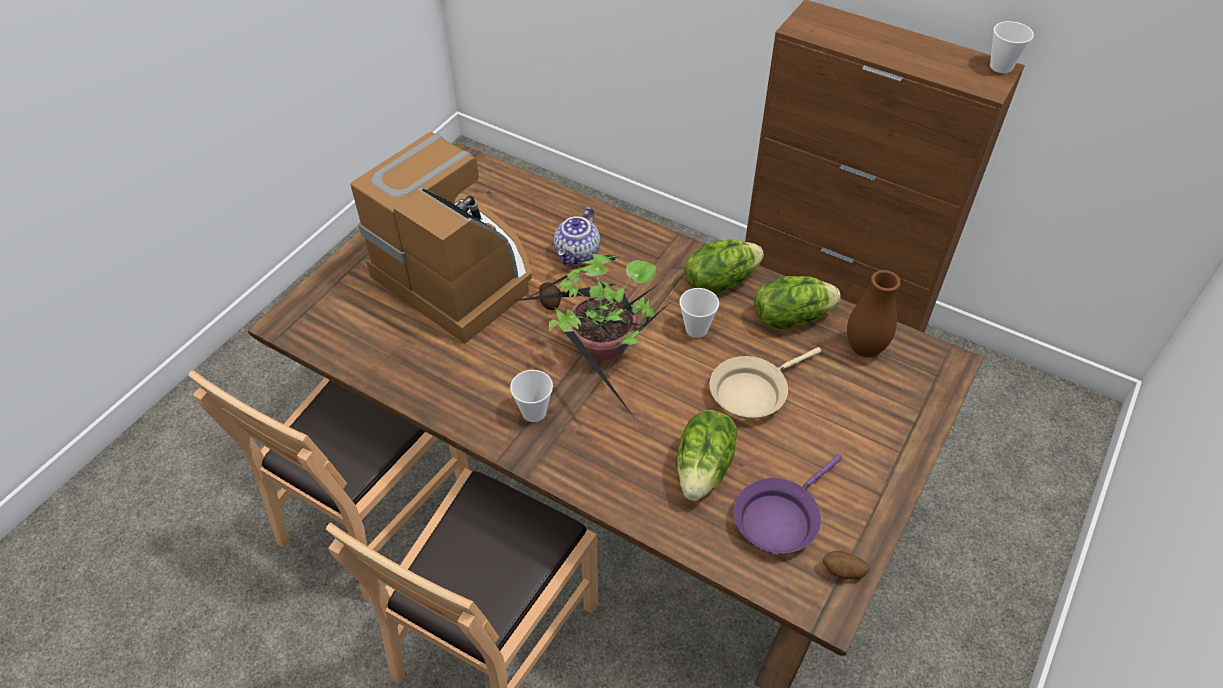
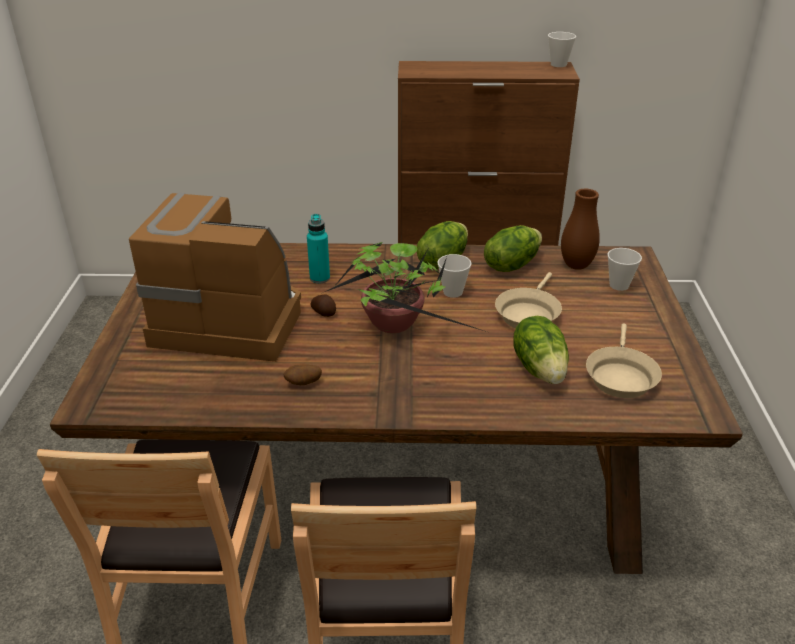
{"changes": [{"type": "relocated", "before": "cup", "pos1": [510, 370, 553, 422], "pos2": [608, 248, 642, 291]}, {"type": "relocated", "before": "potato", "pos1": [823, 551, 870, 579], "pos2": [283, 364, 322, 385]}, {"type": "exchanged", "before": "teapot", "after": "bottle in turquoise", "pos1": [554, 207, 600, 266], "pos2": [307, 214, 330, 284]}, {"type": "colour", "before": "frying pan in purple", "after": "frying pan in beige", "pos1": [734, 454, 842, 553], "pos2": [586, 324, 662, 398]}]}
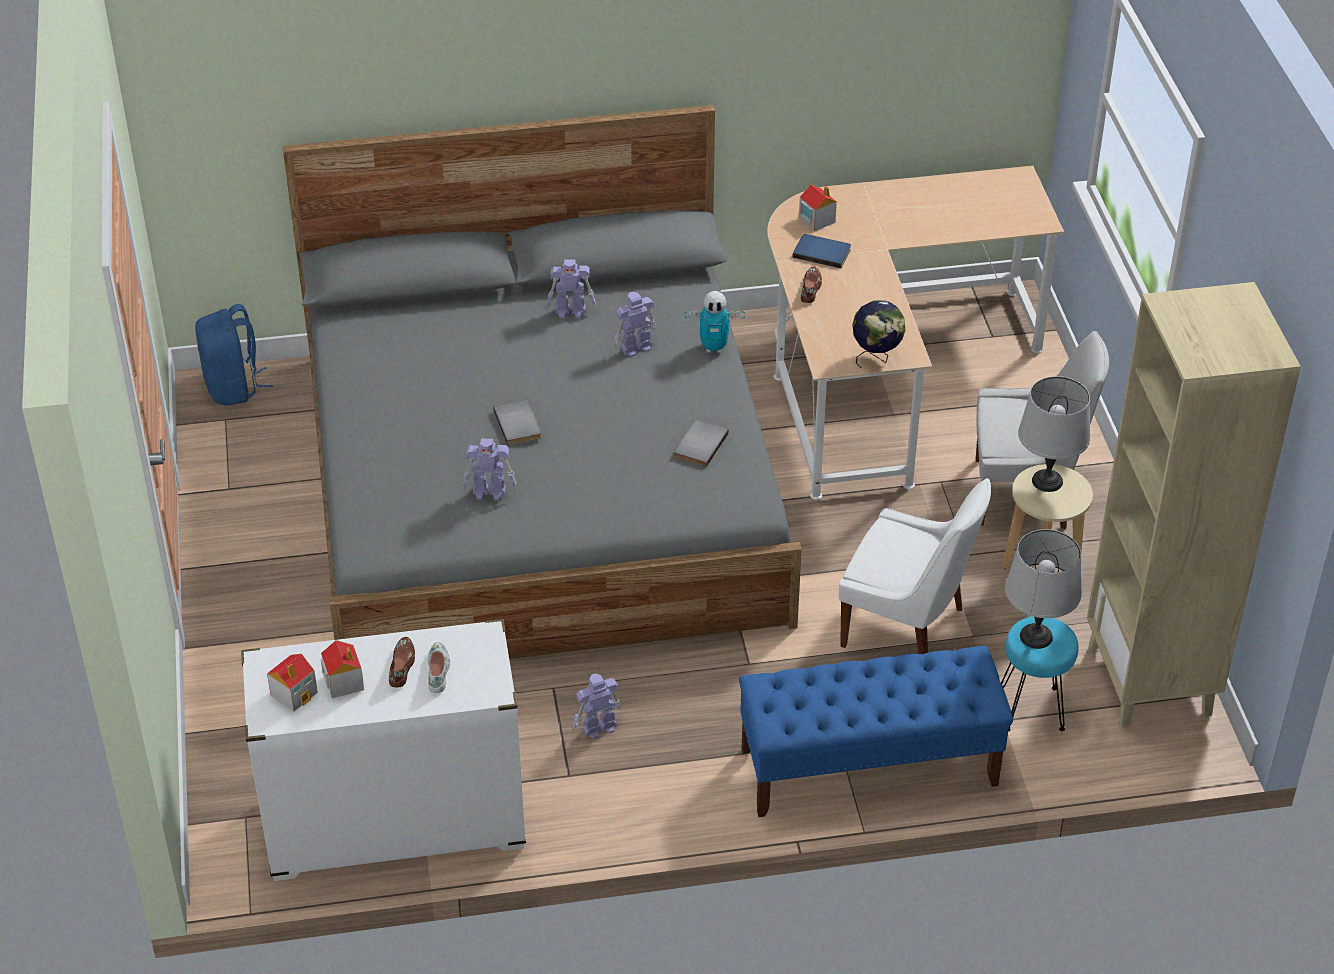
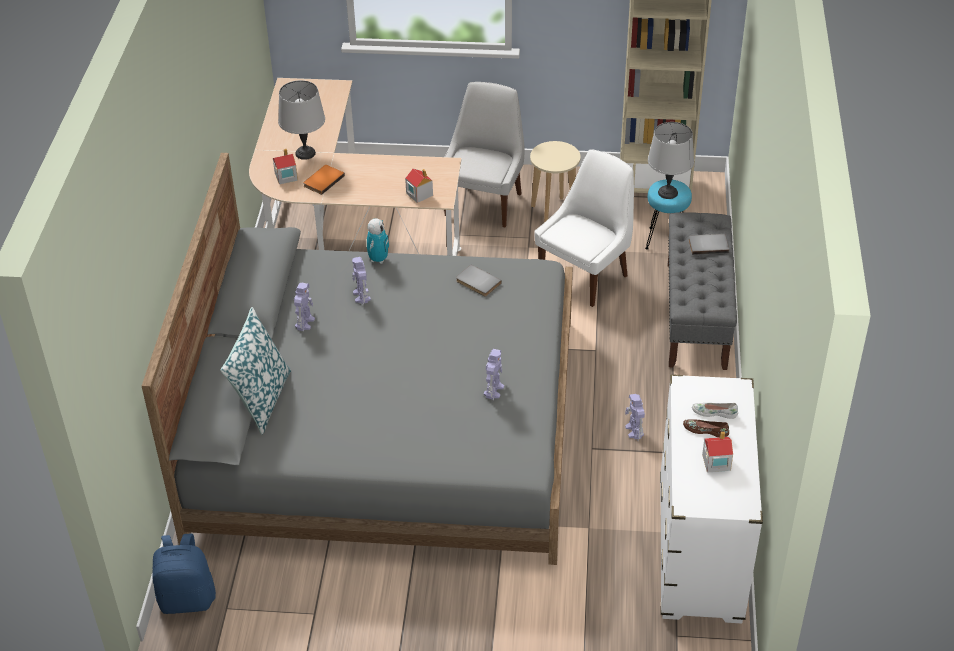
{"changes": [{"type": "missing", "before": "shoe in brown", "pos1": [801, 266, 822, 303]}, {"type": "missing", "before": "globe", "pos1": [853, 300, 905, 368]}, {"type": "appeared", "after": "pillow", "pos2": [220, 307, 291, 435]}, {"type": "relocated", "before": "toy house", "pos1": [267, 654, 318, 712], "pos2": [405, 168, 433, 203]}, {"type": "relocated", "before": "book in grey", "pos1": [493, 399, 542, 446], "pos2": [689, 234, 729, 255]}, {"type": "relocated", "before": "table lamp in grey", "pos1": [1018, 376, 1090, 492], "pos2": [278, 80, 325, 160]}, {"type": "colour", "before": "bench in blue", "after": "bench in grey", "pos1": [739, 646, 1013, 817], "pos2": [668, 212, 737, 370]}, {"type": "colour", "before": "book in blue", "after": "book in orange", "pos1": [793, 234, 851, 268], "pos2": [303, 165, 345, 195]}]}
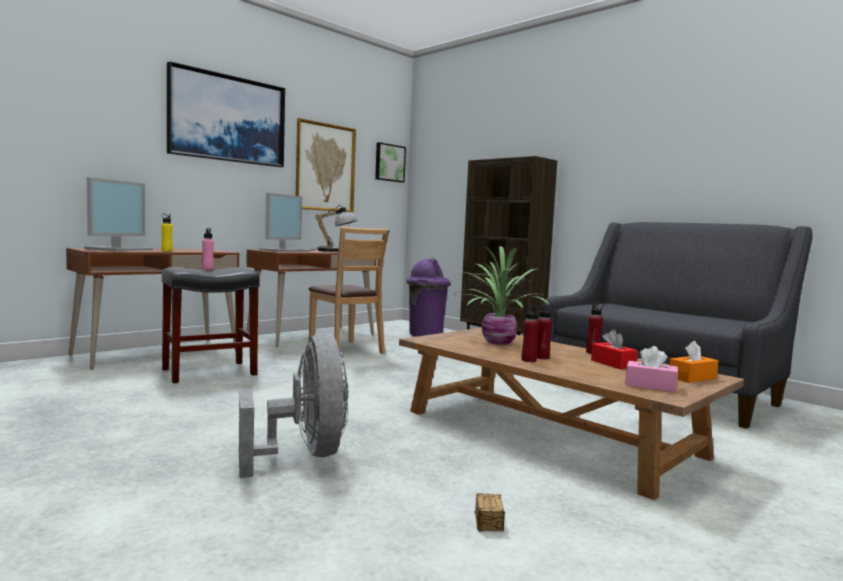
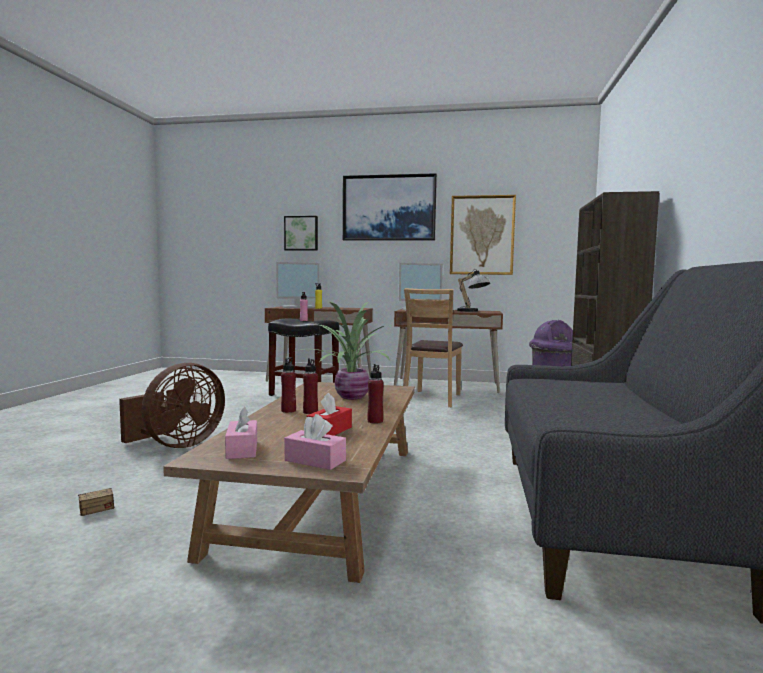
{"changes": [{"type": "relocated", "before": "picture", "pos1": [375, 142, 406, 183], "pos2": [284, 216, 318, 250]}, {"type": "colour", "before": "fan in grey", "after": "fan in brown", "pos1": [239, 334, 349, 478], "pos2": [119, 363, 225, 448]}, {"type": "colour", "before": "tissue box in orange", "after": "tissue box in pink", "pos1": [669, 341, 718, 383], "pos2": [284, 414, 346, 470]}]}
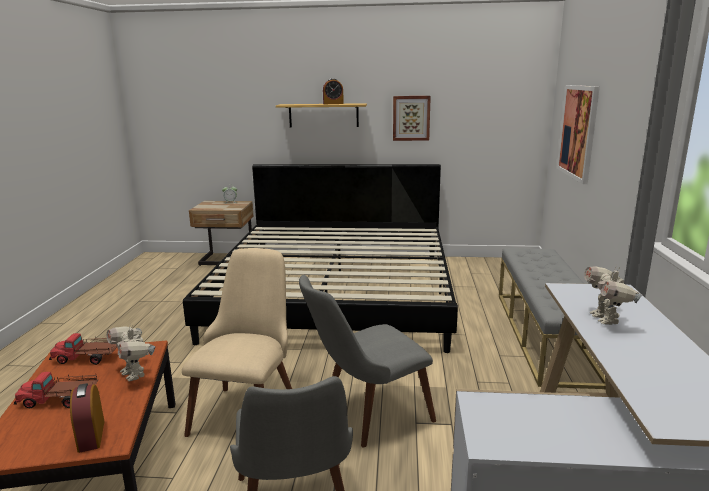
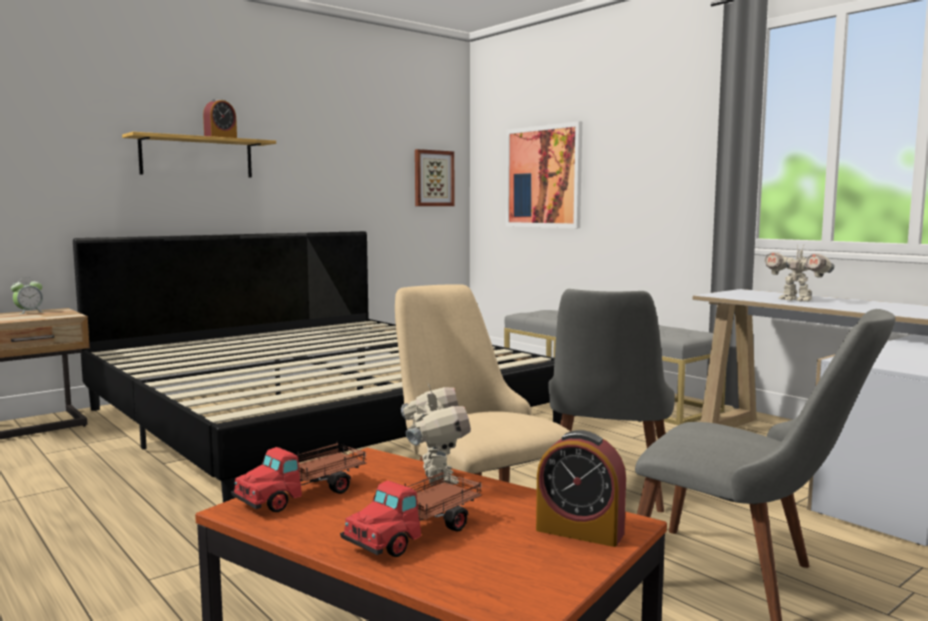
{"changes": [{"type": "relocated", "before": "picture", "pos1": [393, 96, 431, 141], "pos2": [415, 149, 454, 206]}, {"type": "spun", "before": "toy robot", "pos1": [107, 325, 156, 381], "pos2": [401, 382, 471, 486], "turn": -105}]}
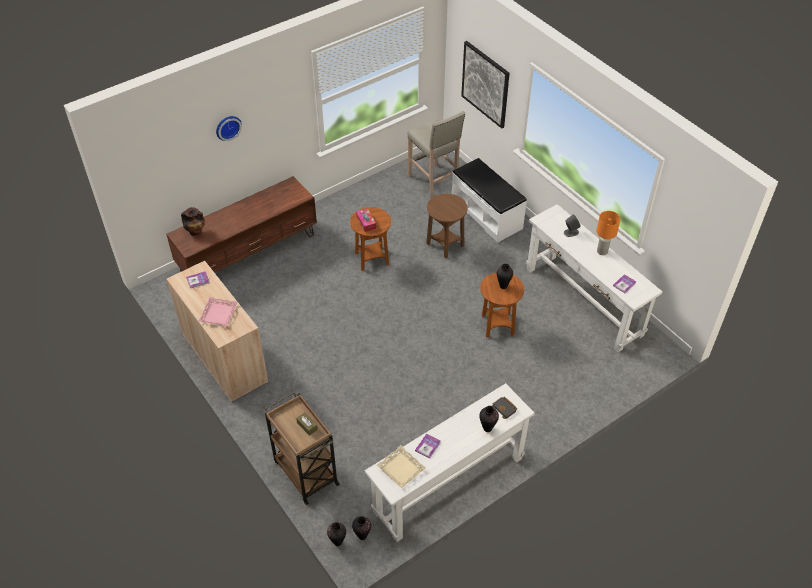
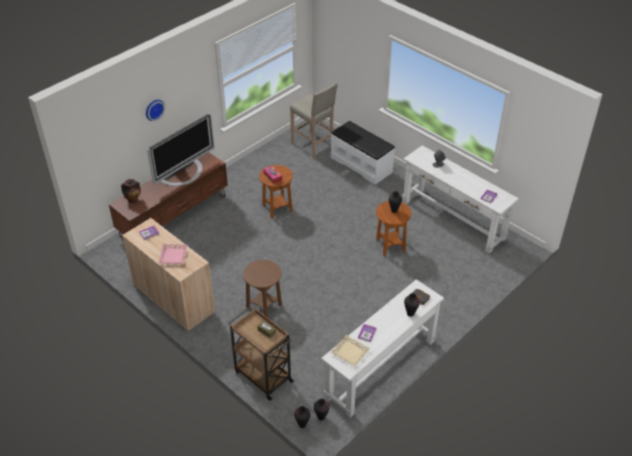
{"changes": [{"type": "missing", "before": "picture", "pos1": [461, 41, 510, 129]}, {"type": "missing", "before": "table lamp in orange", "pos1": [597, 211, 620, 255]}, {"type": "appeared", "after": "television", "pos2": [147, 113, 215, 186]}, {"type": "relocated", "before": "side table in brown", "pos1": [426, 194, 467, 258], "pos2": [243, 260, 282, 318]}]}
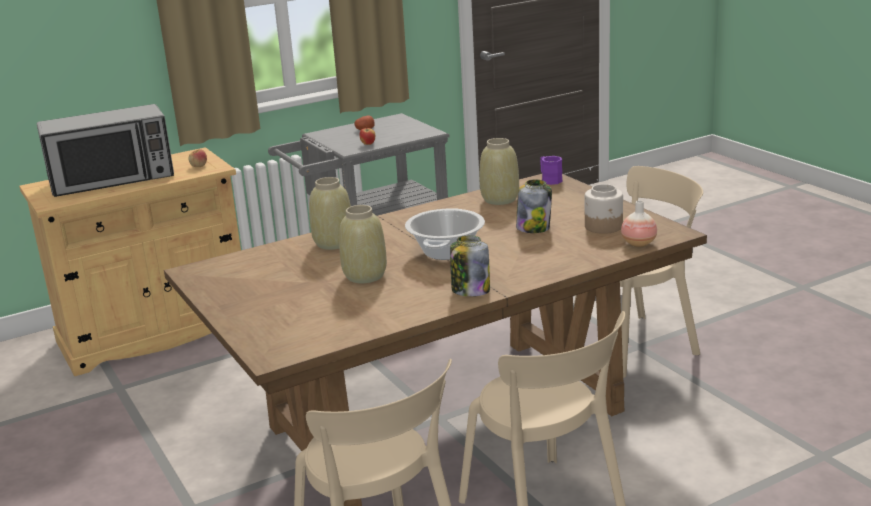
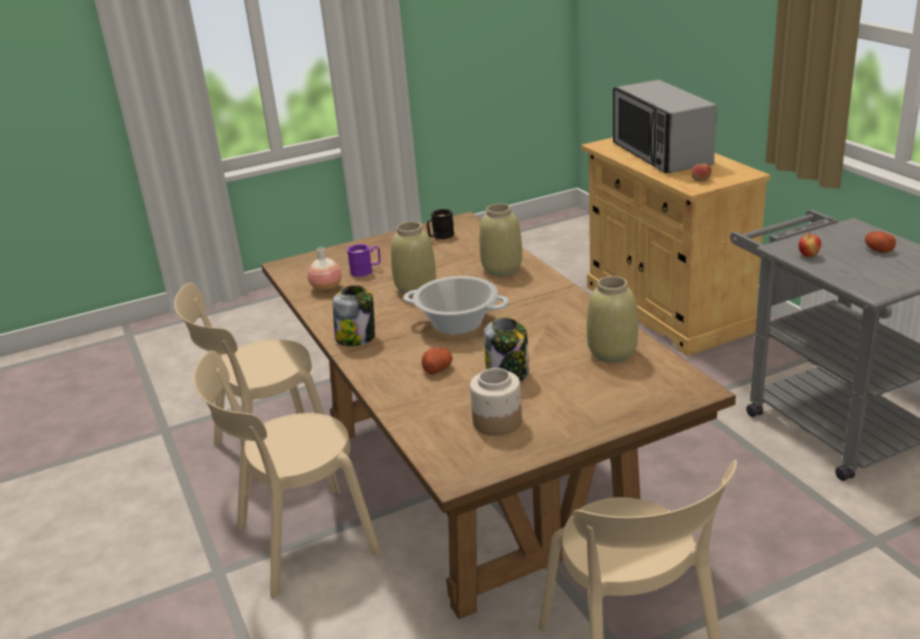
{"changes": [{"type": "appeared", "after": "potato", "pos2": [422, 348, 452, 374]}, {"type": "appeared", "after": "mug in black", "pos2": [427, 209, 454, 239]}, {"type": "relocated", "before": "mug in purple", "pos1": [540, 156, 563, 185], "pos2": [347, 244, 381, 277]}, {"type": "relocated", "before": "vase", "pos1": [621, 200, 657, 247], "pos2": [308, 247, 342, 292]}]}
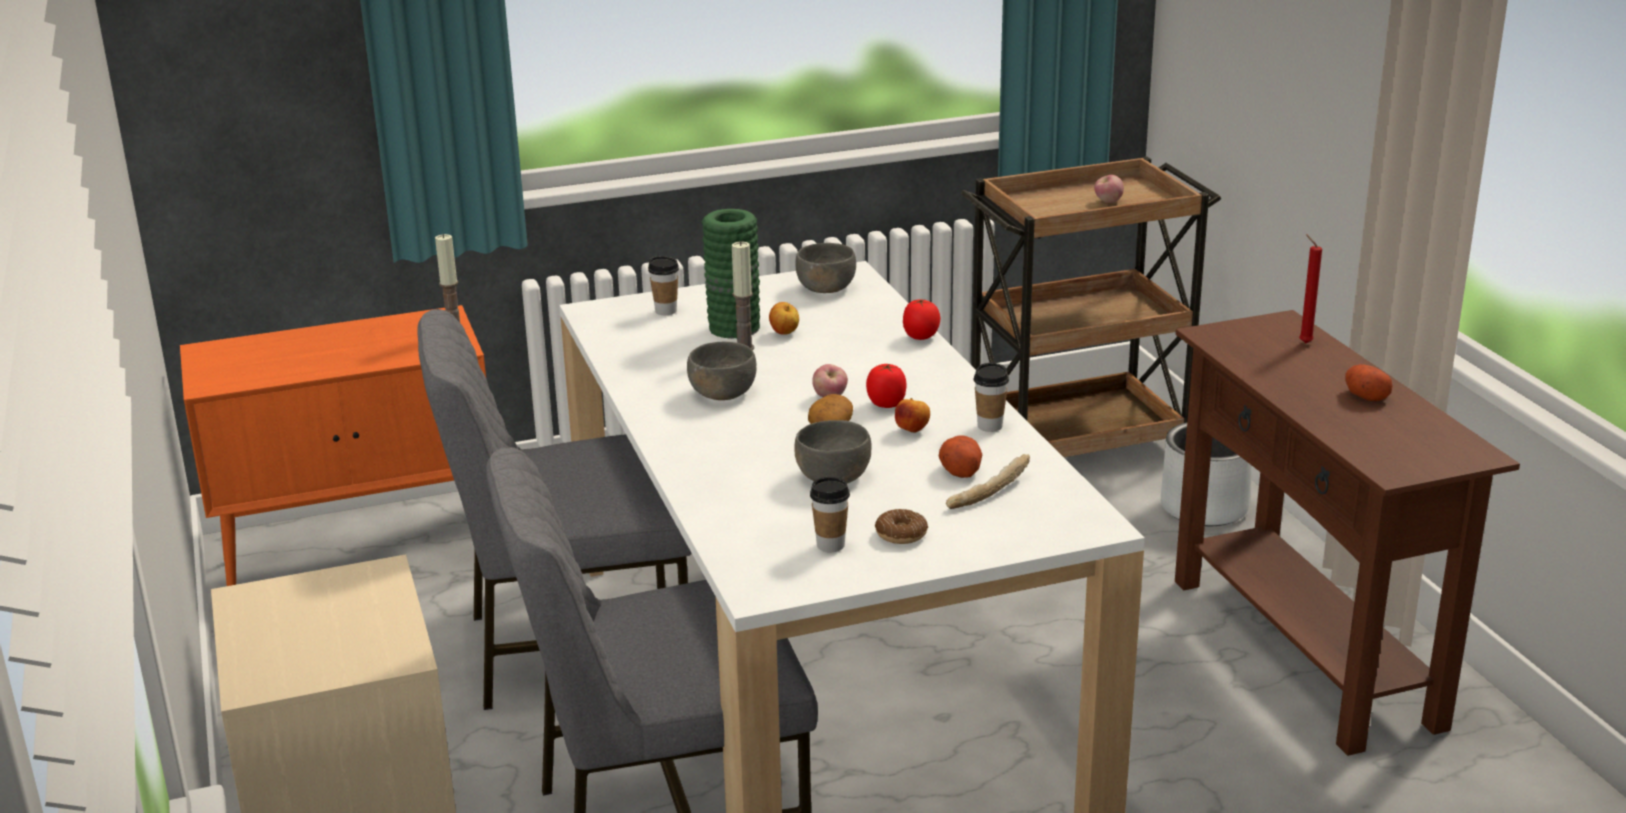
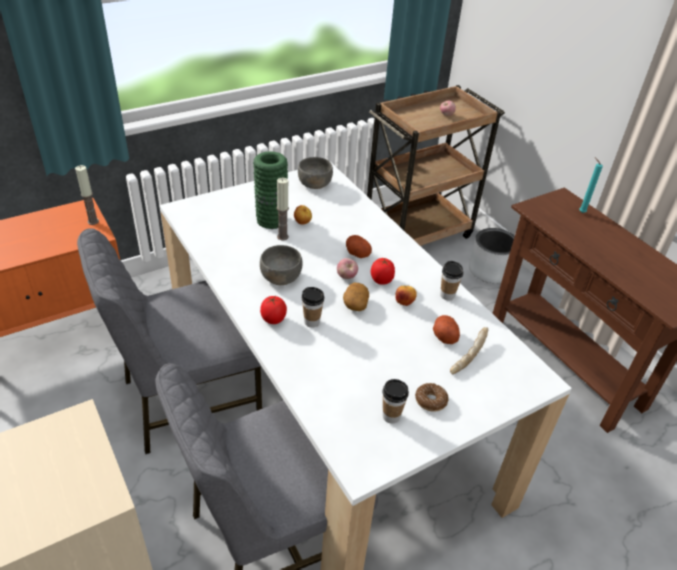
{"changes": [{"type": "missing", "before": "bowl in grey", "pos1": [794, 420, 872, 483]}, {"type": "relocated", "before": "cup", "pos1": [648, 256, 679, 315], "pos2": [302, 287, 324, 328]}, {"type": "relocated", "before": "tomato", "pos1": [903, 299, 940, 340], "pos2": [260, 296, 287, 324]}, {"type": "relocated", "before": "potato", "pos1": [1345, 364, 1392, 401], "pos2": [346, 235, 372, 258]}, {"type": "colour", "before": "candle in red", "after": "candle in turquoise", "pos1": [1299, 234, 1322, 343], "pos2": [579, 157, 603, 213]}]}
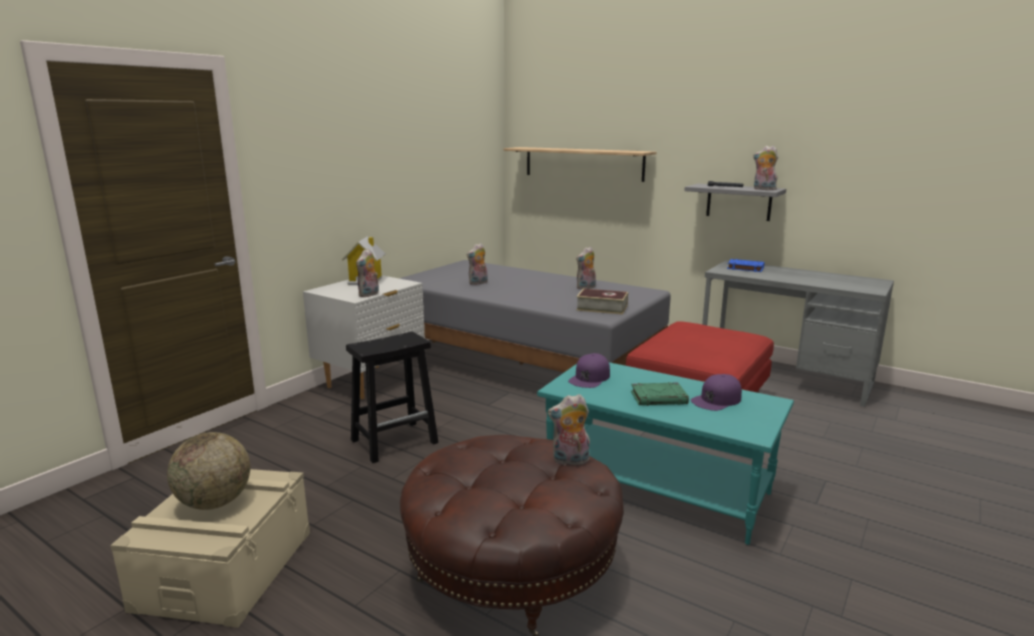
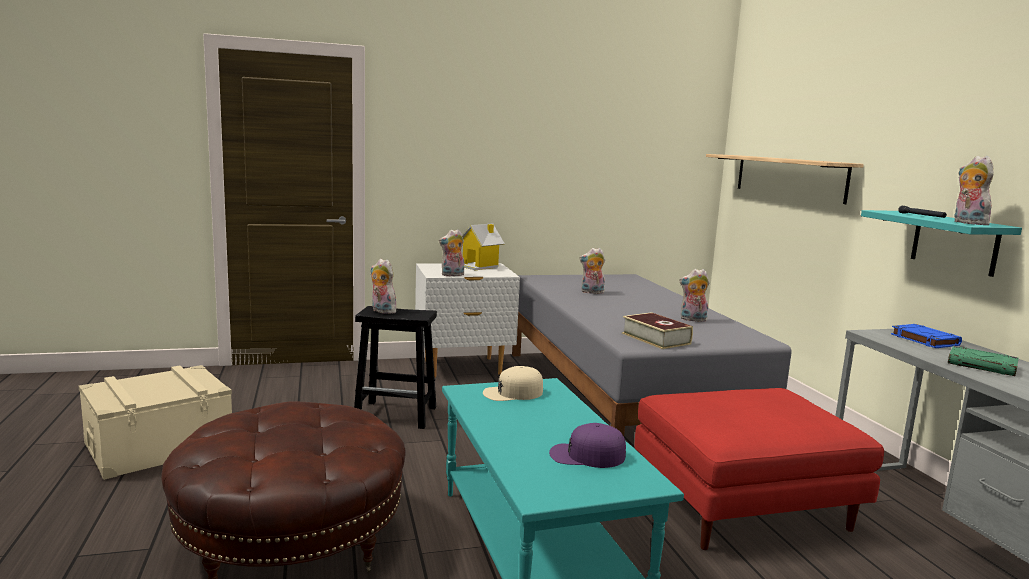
{"changes": [{"type": "missing", "before": "globe", "pos1": [167, 432, 250, 510]}, {"type": "relocated", "before": "plush toy", "pos1": [548, 394, 590, 466], "pos2": [370, 259, 396, 314]}, {"type": "relocated", "before": "book in green", "pos1": [631, 382, 689, 406], "pos2": [948, 346, 1018, 376]}, {"type": "colour", "before": "cap in purple", "after": "cap in beige", "pos1": [568, 353, 610, 388], "pos2": [483, 366, 543, 401]}, {"type": "colour", "before": "shelf in grey", "after": "shelf in turquoise", "pos1": [684, 184, 786, 221], "pos2": [861, 210, 1022, 277]}]}
